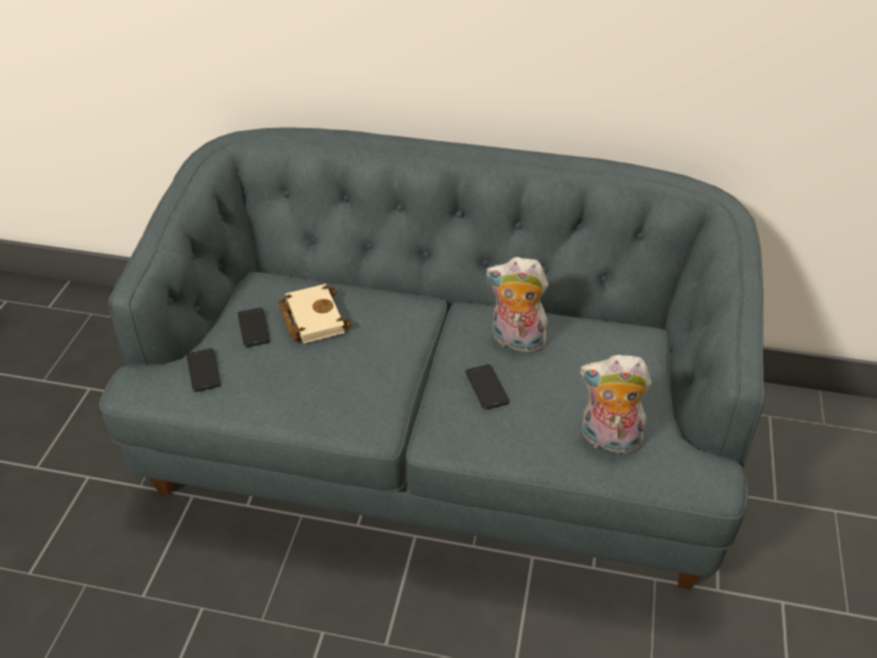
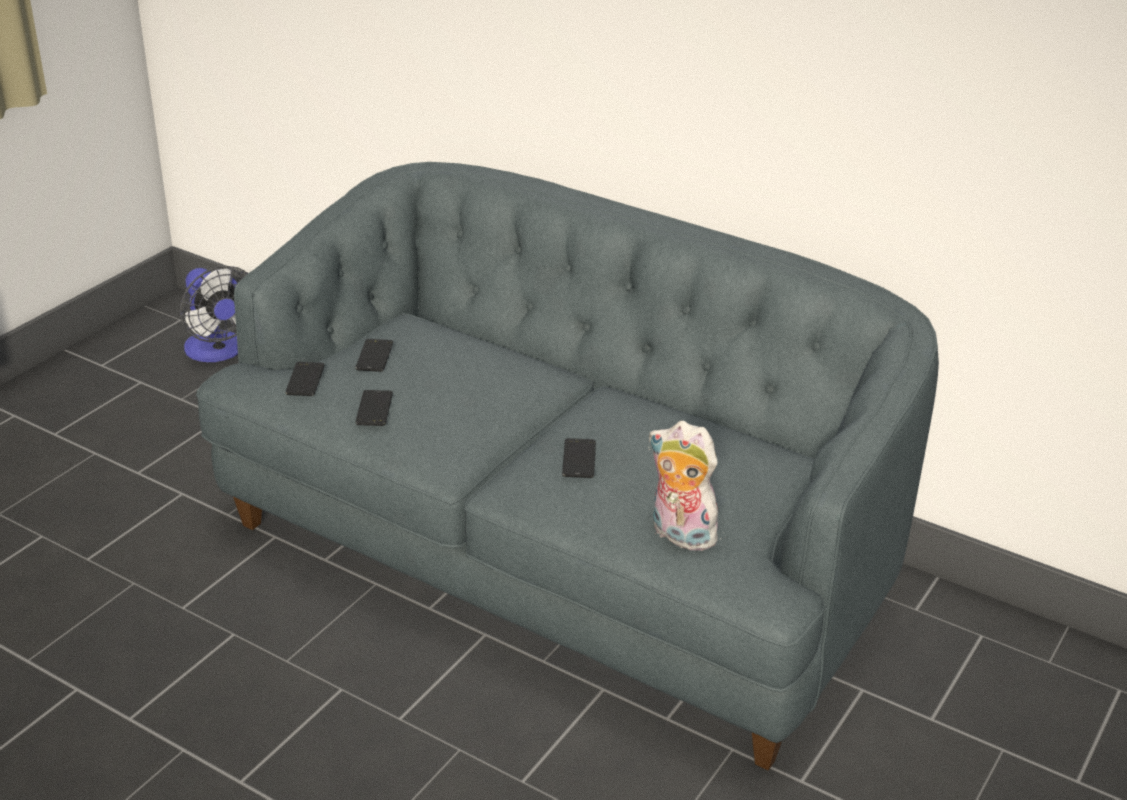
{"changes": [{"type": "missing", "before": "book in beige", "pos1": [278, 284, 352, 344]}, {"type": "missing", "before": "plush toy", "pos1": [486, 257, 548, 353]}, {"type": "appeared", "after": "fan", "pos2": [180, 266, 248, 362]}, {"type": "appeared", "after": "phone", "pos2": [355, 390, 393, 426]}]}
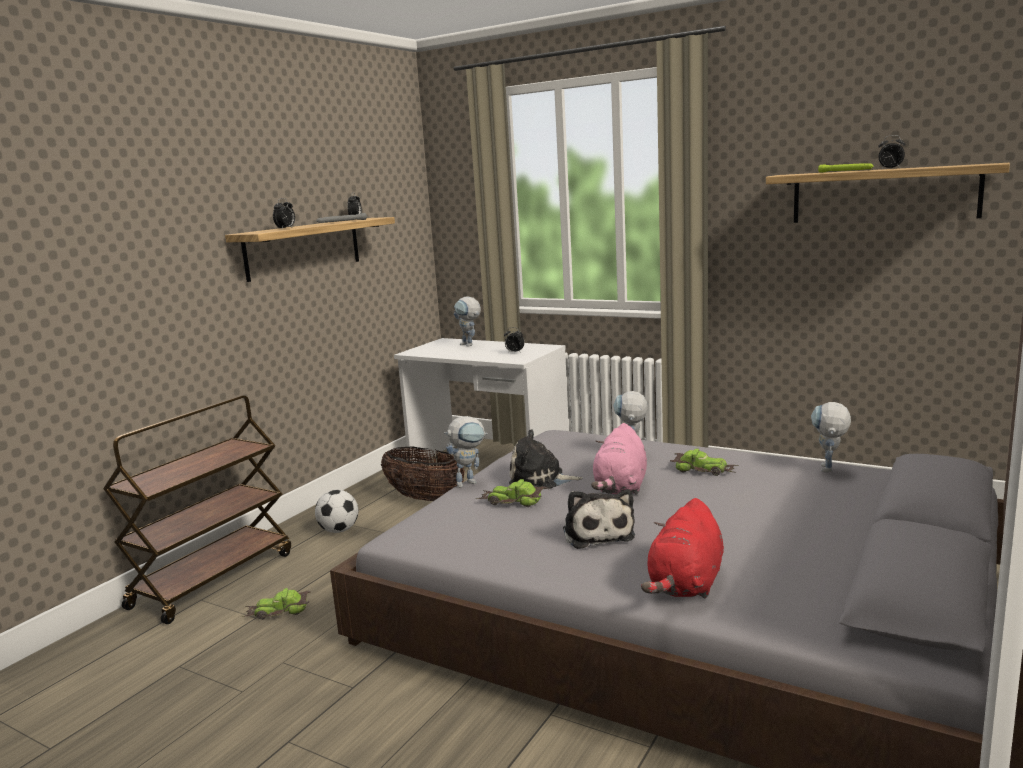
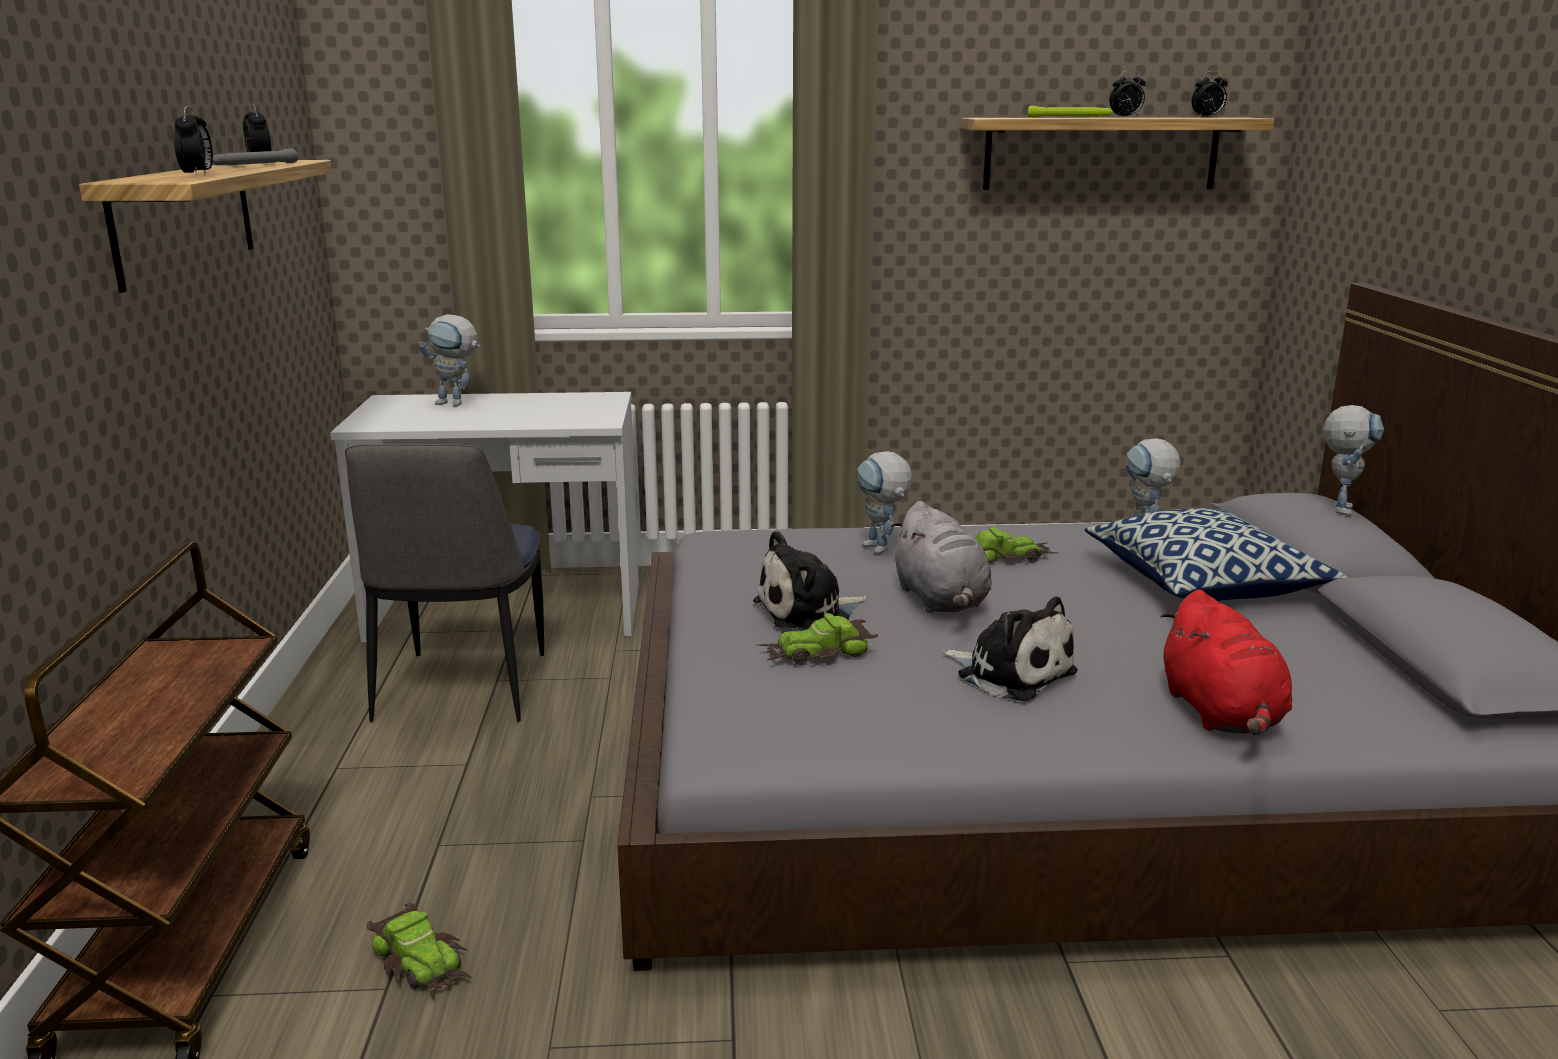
{"changes": [{"type": "missing", "before": "football", "pos1": [315, 490, 358, 533]}, {"type": "appeared", "after": "pillow", "pos2": [1085, 508, 1347, 601]}, {"type": "relocated", "before": "toy robot", "pos1": [444, 416, 488, 488], "pos2": [1323, 405, 1384, 515]}, {"type": "relocated", "before": "alarm clock", "pos1": [504, 327, 525, 353], "pos2": [1191, 70, 1228, 117]}, {"type": "exchanged", "before": "basket", "after": "chair", "pos1": [381, 446, 465, 501], "pos2": [345, 444, 544, 722]}, {"type": "colour", "before": "plush toy in pink", "after": "plush toy in grey", "pos1": [591, 423, 647, 495], "pos2": [891, 501, 992, 613]}, {"type": "spun", "before": "toy car", "pos1": [242, 588, 311, 620], "pos2": [366, 903, 473, 999], "turn": -90}]}
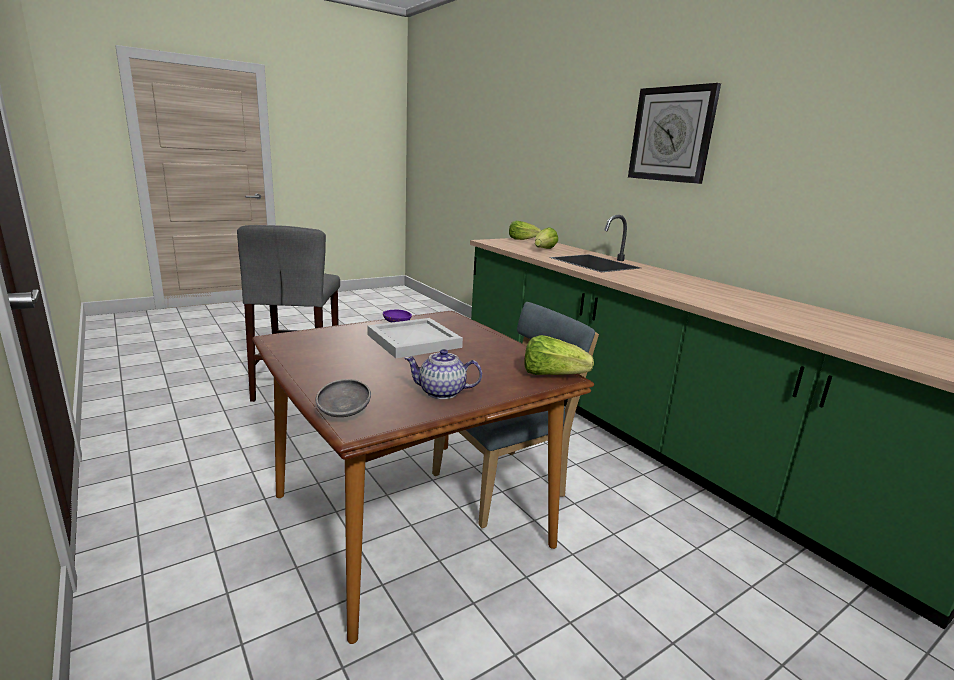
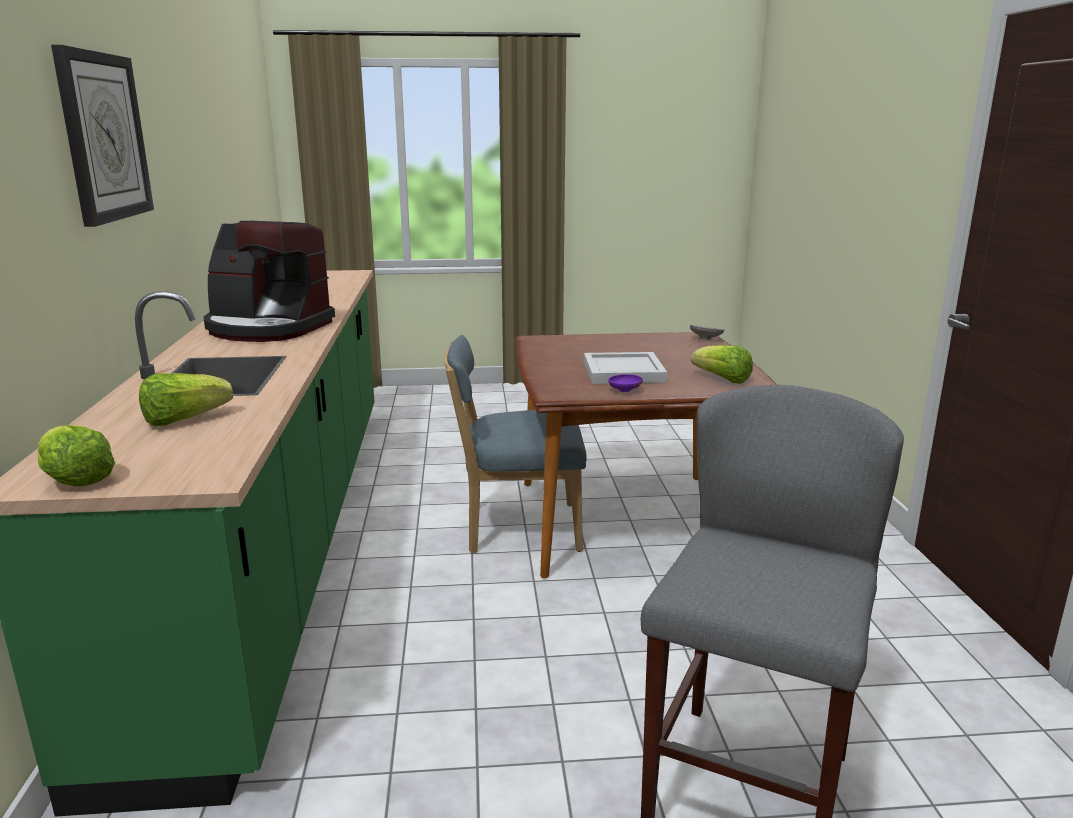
{"changes": [{"type": "missing", "before": "teapot", "pos1": [404, 349, 482, 399]}, {"type": "appeared", "after": "coffee machine", "pos2": [204, 221, 335, 342]}, {"type": "relocated", "before": "lettuce", "pos1": [524, 335, 594, 375], "pos2": [691, 345, 753, 384]}]}
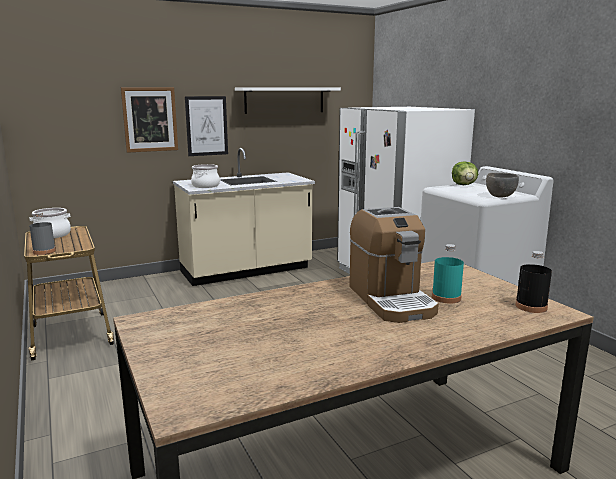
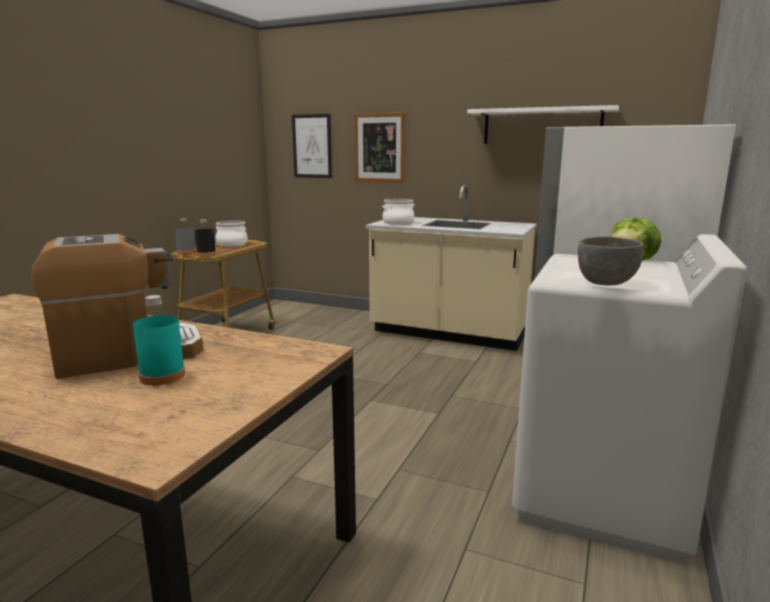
{"changes": [{"type": "relocated", "before": "picture", "pos1": [185, 96, 228, 156], "pos2": [292, 114, 332, 178]}, {"type": "relocated", "before": "bottle in black", "pos1": [515, 251, 552, 313], "pos2": [195, 219, 216, 256]}, {"type": "spun", "before": "coffee machine", "pos1": [349, 207, 439, 323], "pos2": [32, 234, 203, 379], "turn": -150}]}
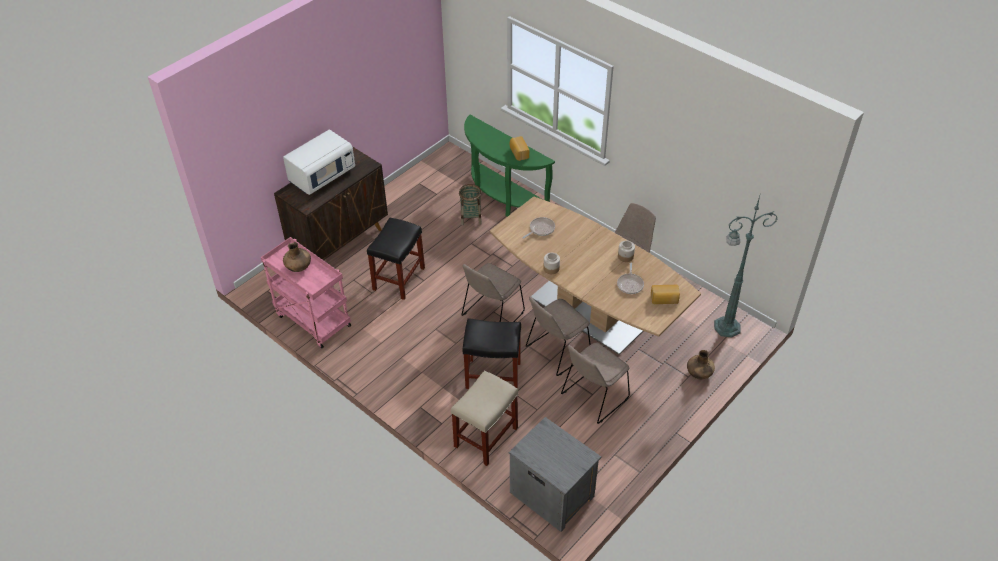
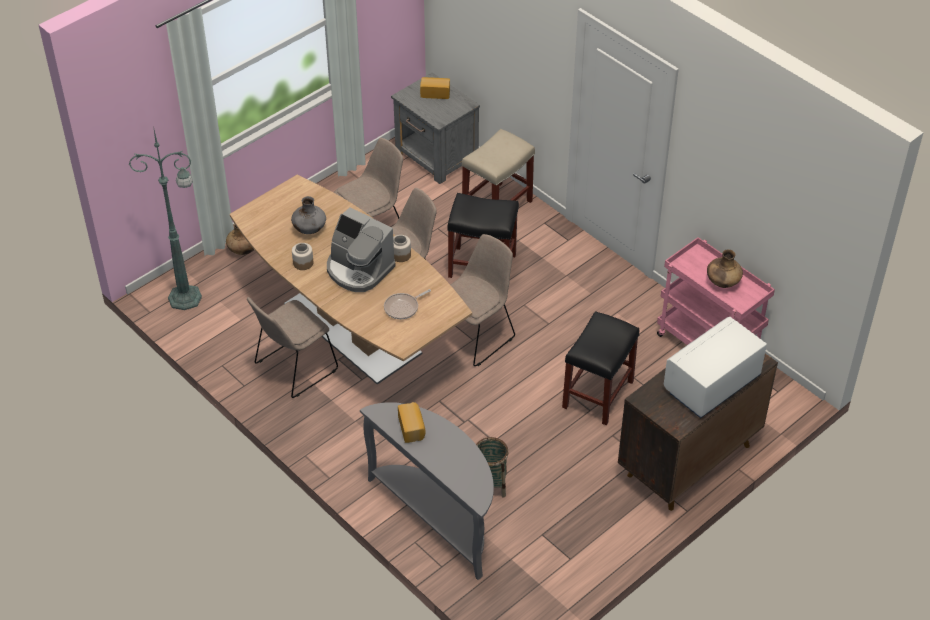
{"changes": [{"type": "appeared", "after": "coffee machine", "pos2": [327, 207, 395, 292]}, {"type": "relocated", "before": "bread", "pos1": [651, 285, 680, 304], "pos2": [420, 77, 450, 99]}, {"type": "exchanged", "before": "frying pan", "after": "vase in grey", "pos1": [617, 263, 644, 294], "pos2": [291, 196, 326, 234]}, {"type": "colour", "before": "console table in green", "after": "console table in grey", "pos1": [464, 115, 555, 217], "pos2": [360, 402, 494, 580]}]}
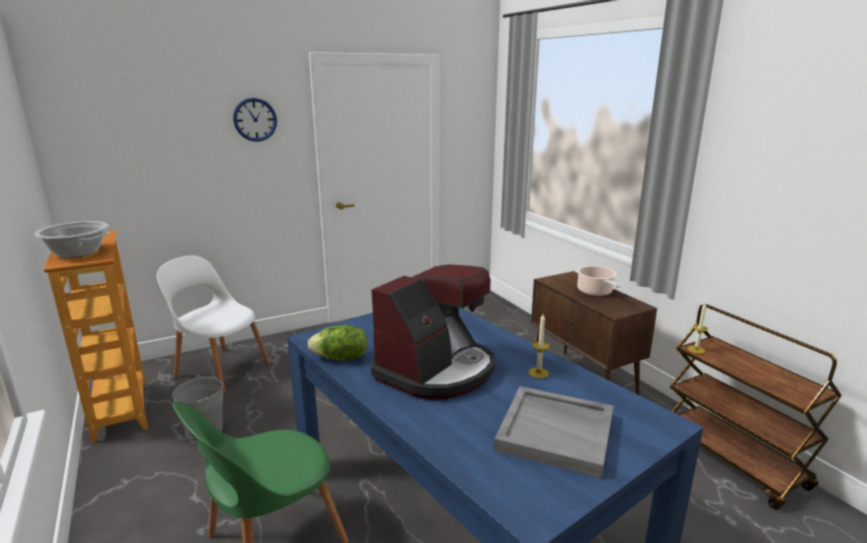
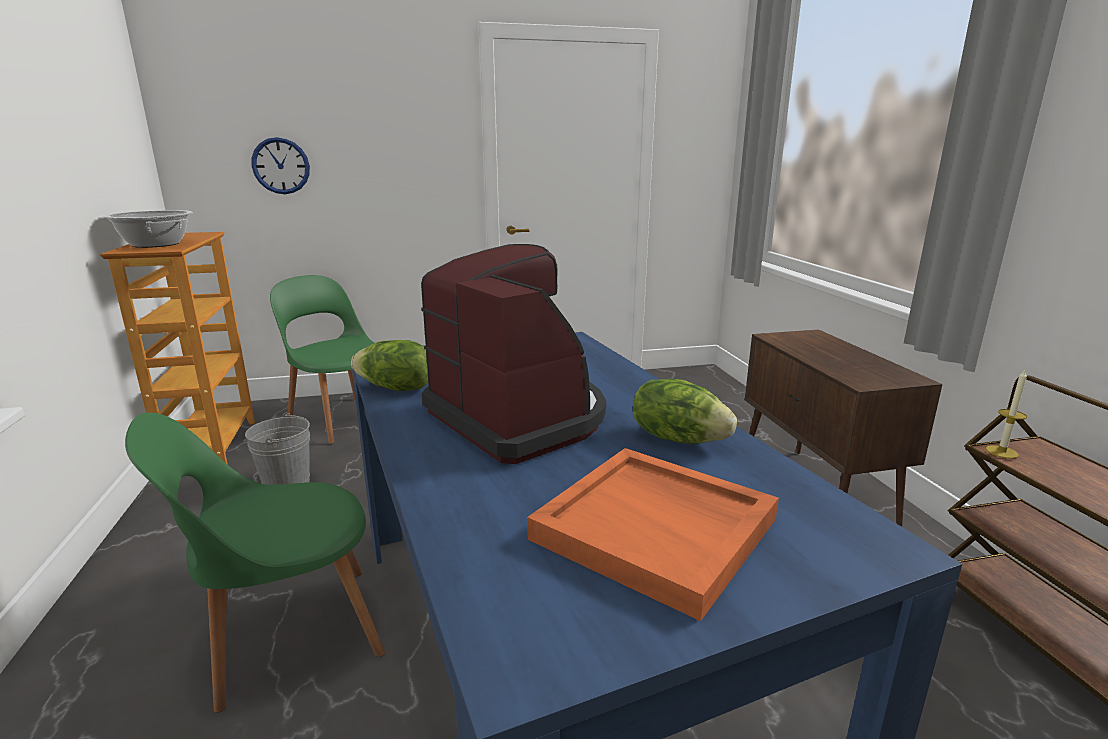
{"changes": [{"type": "missing", "before": "cooking pot", "pos1": [577, 266, 620, 296]}, {"type": "relocated", "before": "wall clock", "pos1": [233, 98, 277, 142], "pos2": [252, 137, 310, 194]}, {"type": "exchanged", "before": "candle", "after": "lettuce", "pos1": [529, 314, 550, 378], "pos2": [633, 379, 737, 444]}, {"type": "colour", "before": "chair in white", "after": "chair in green", "pos1": [157, 255, 270, 393], "pos2": [270, 275, 374, 444]}, {"type": "colour", "before": "tray in grey", "after": "tray in orange", "pos1": [494, 386, 613, 478], "pos2": [527, 448, 779, 621]}, {"type": "spun", "before": "coffee machine", "pos1": [371, 264, 495, 399], "pos2": [421, 244, 606, 464], "turn": -90}]}
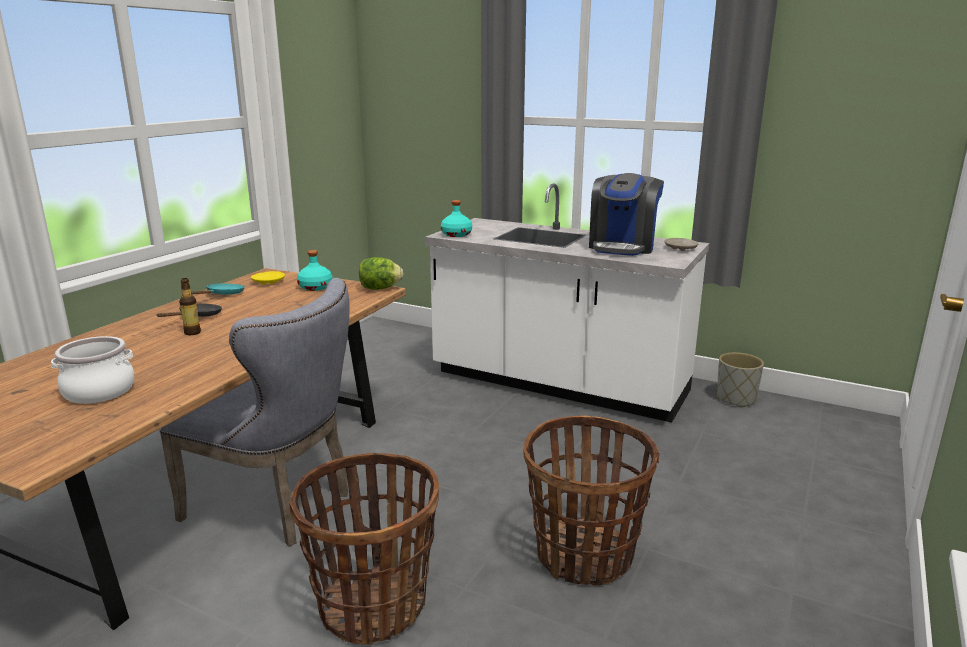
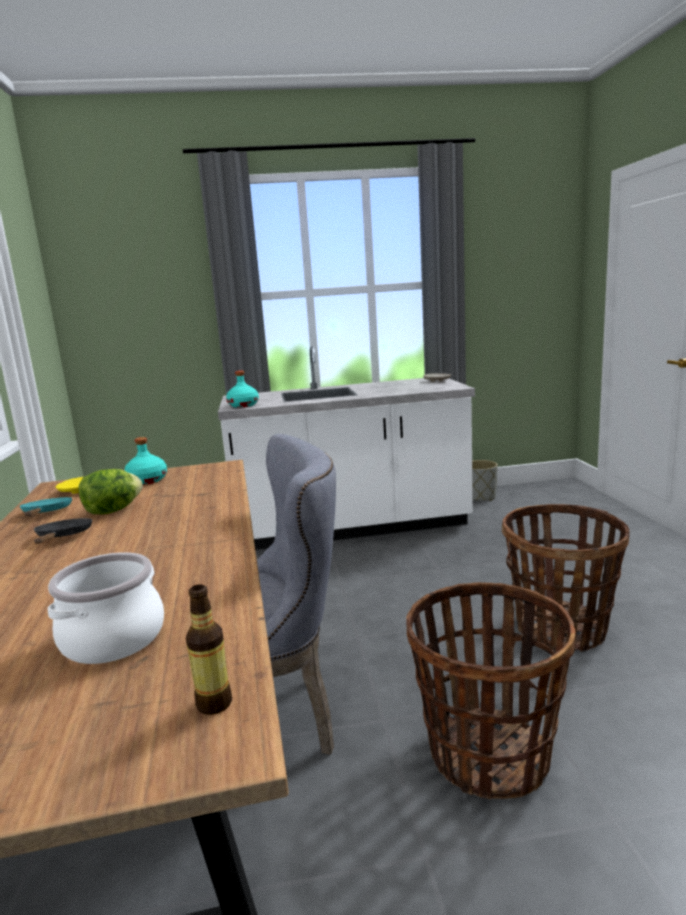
{"changes": [{"type": "missing", "before": "coffee machine", "pos1": [589, 173, 664, 256]}, {"type": "relocated", "before": "bottle", "pos1": [179, 278, 201, 335], "pos2": [186, 584, 232, 715]}, {"type": "relocated", "before": "lettuce", "pos1": [359, 257, 404, 290], "pos2": [78, 469, 143, 514]}]}
